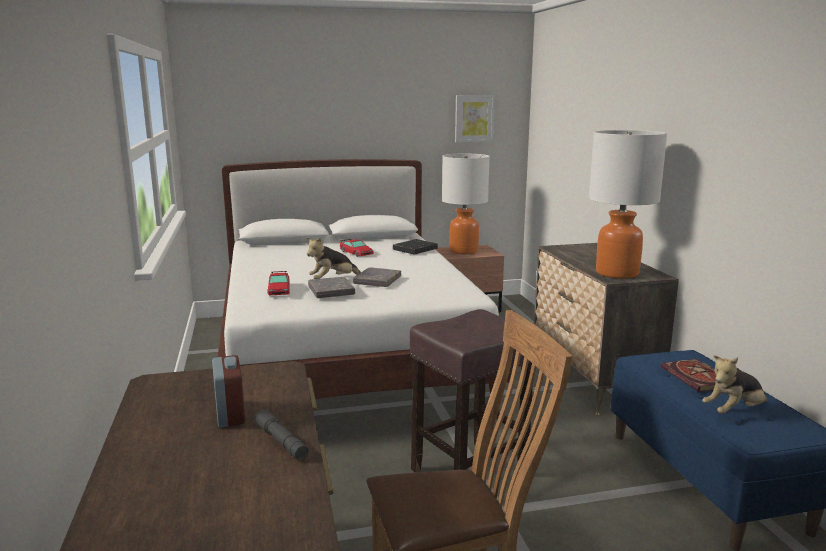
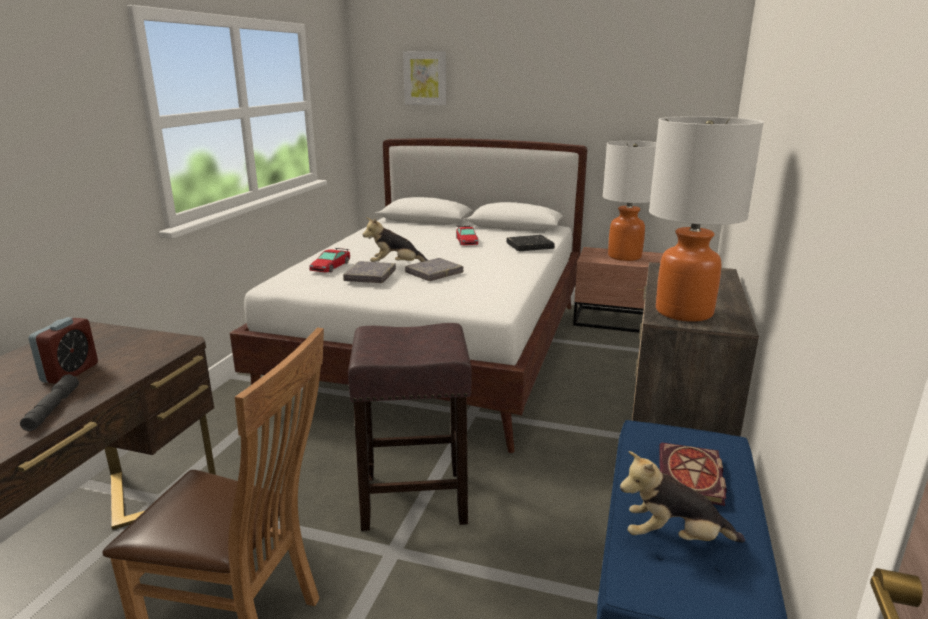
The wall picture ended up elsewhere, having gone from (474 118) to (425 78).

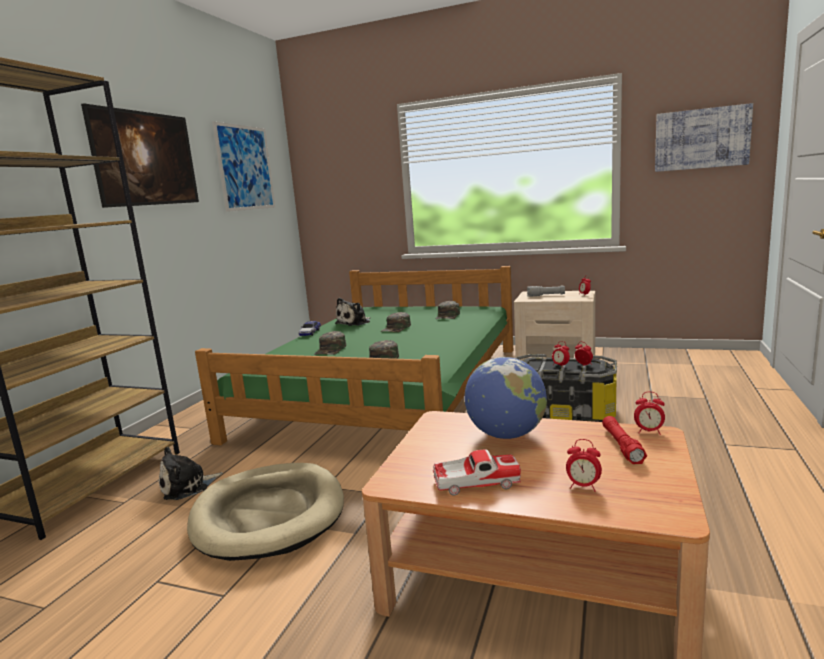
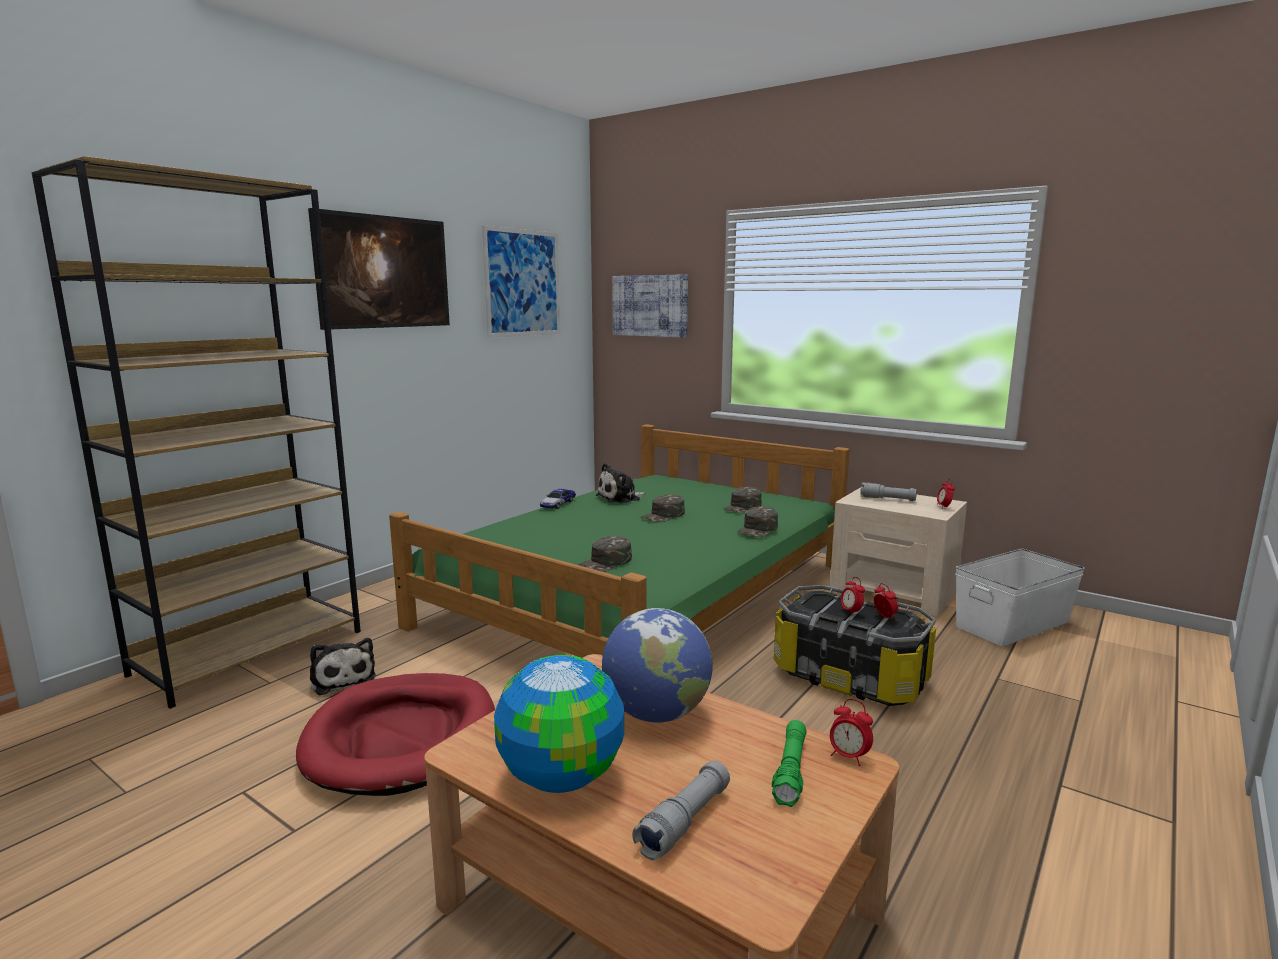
The second view gained the whitish storage container at (1013 624).
The green-coloured cap ended up elsewhere, having gone from (331 349) to (758 529).
The wall picture ended up elsewhere, having gone from (701 139) to (650 306).
Where the toy car stood at (476 482), the desk globe came to stand at (560 777).
Where the alarm clock stood at (583 486), the greyish hand torch came to stand at (684 821).
What was the beige-coloured pet bed at (269 515) turned into the red pet bed at (402 738).
What was the red hand torch at (622 446) turned into the green-coloured hand torch at (790 770).
The cuddly toy at (187 486) ended up facing another way, 105 degrees counterclockwise from before.

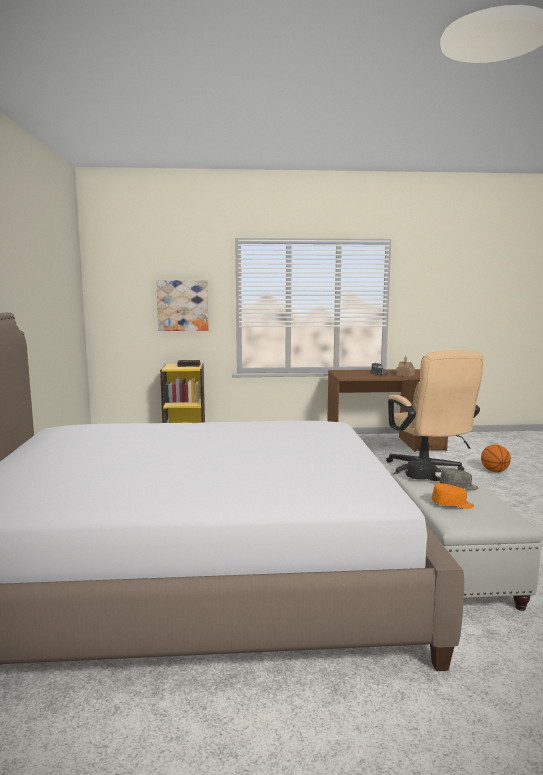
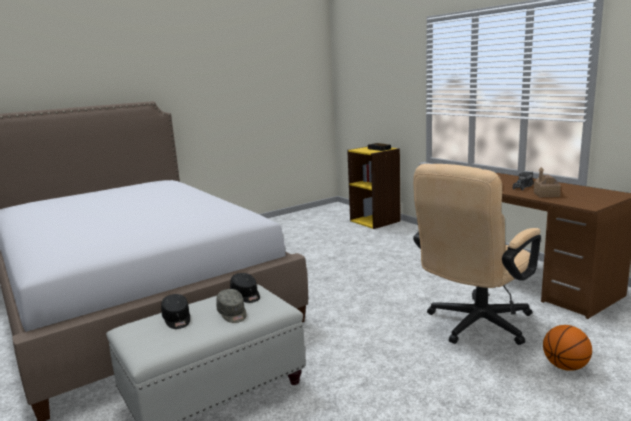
The second view lost the wall picture at (183 305).
What was the orangey cap at (452 504) turned into the black-coloured cap at (177 319).

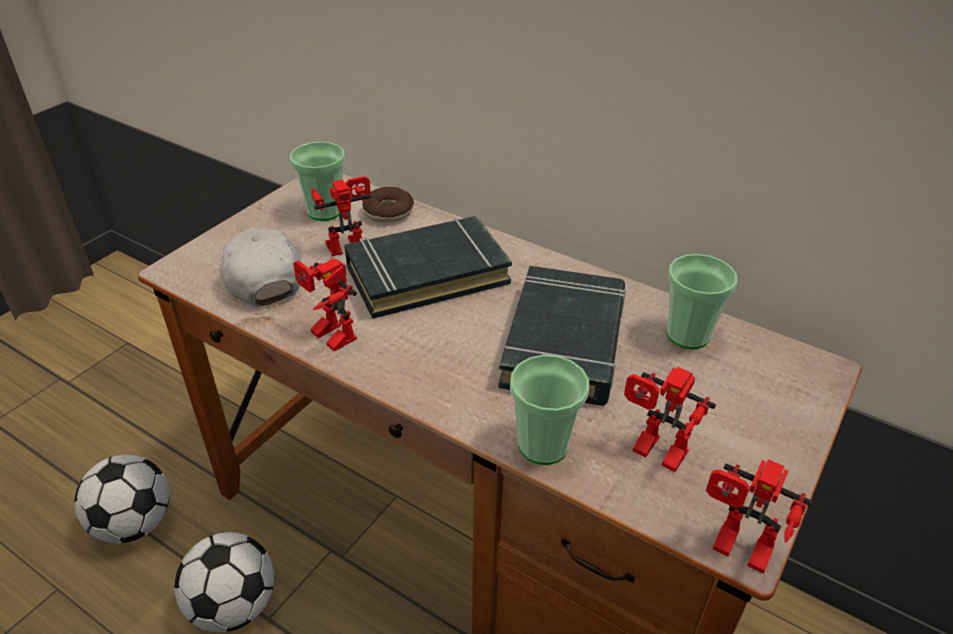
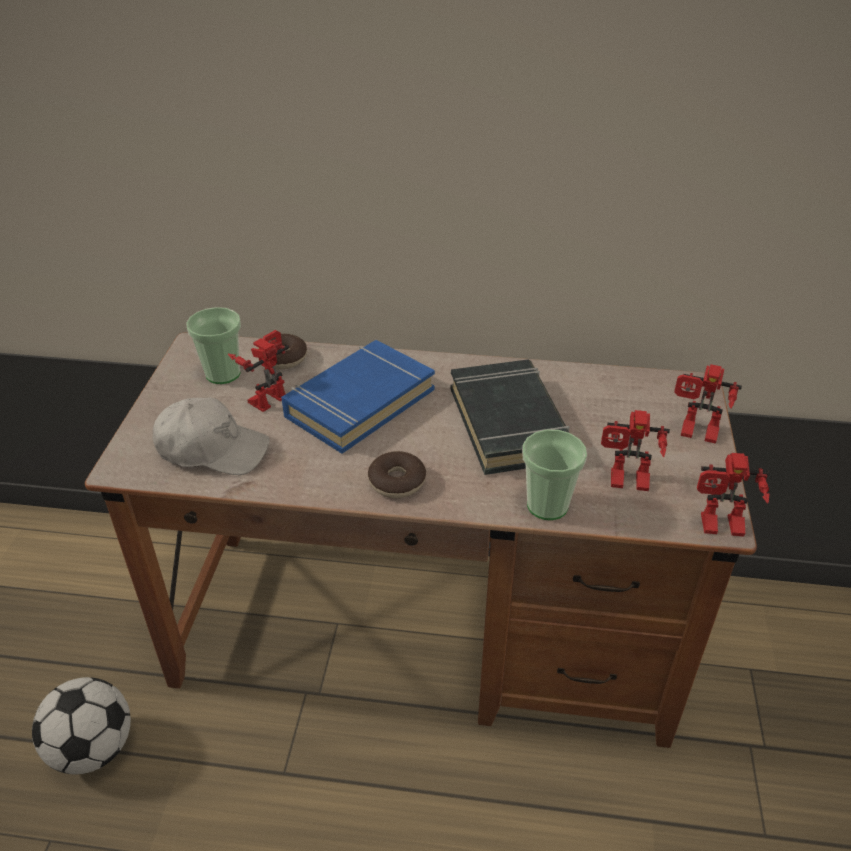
The second view lost the football at (234 606).
The second view lost the cup at (687 335).
The second view gained the donut at (397 481).
The toy robot ended up elsewhere, having gone from (327 336) to (695 434).
What was the black-coloured book at (427 274) turned into the blue-coloured book at (359 402).
The whitish cap at (261 277) ended up facing another way, 150 degrees clockwise from before.

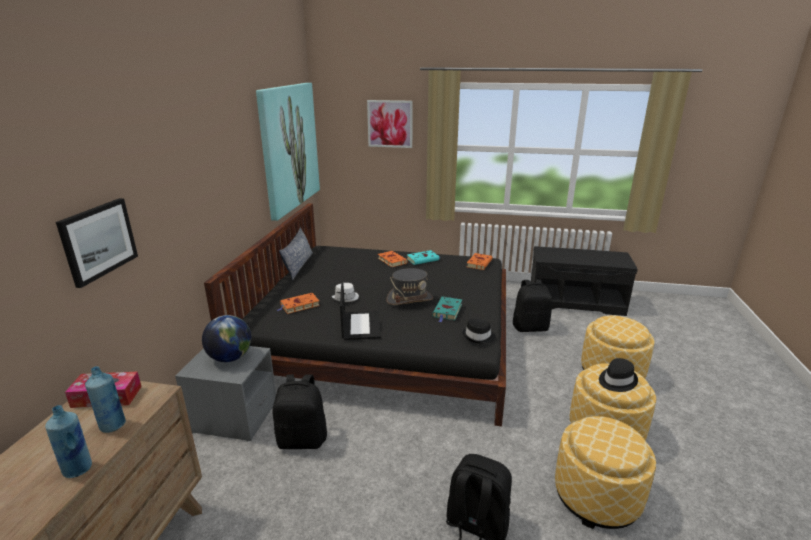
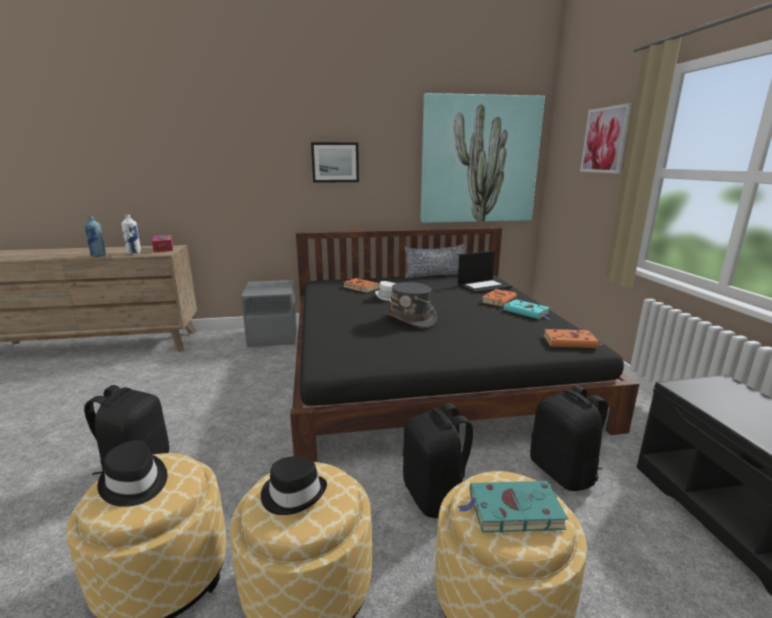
The second view lost the desk globe at (230 358).
The wall picture ended up elsewhere, having gone from (98 240) to (335 162).
The black-coloured rucksack ended up elsewhere, having gone from (302 439) to (435 496).
The laptop ended up elsewhere, having gone from (360 325) to (484 286).
The blue-green book ended up elsewhere, having gone from (447 311) to (512 511).
The black-coloured wearable hat ended up elsewhere, having gone from (479 337) to (134 483).
What was the blue-coloured bottle at (113 425) turned into the whitish bottle at (134 253).

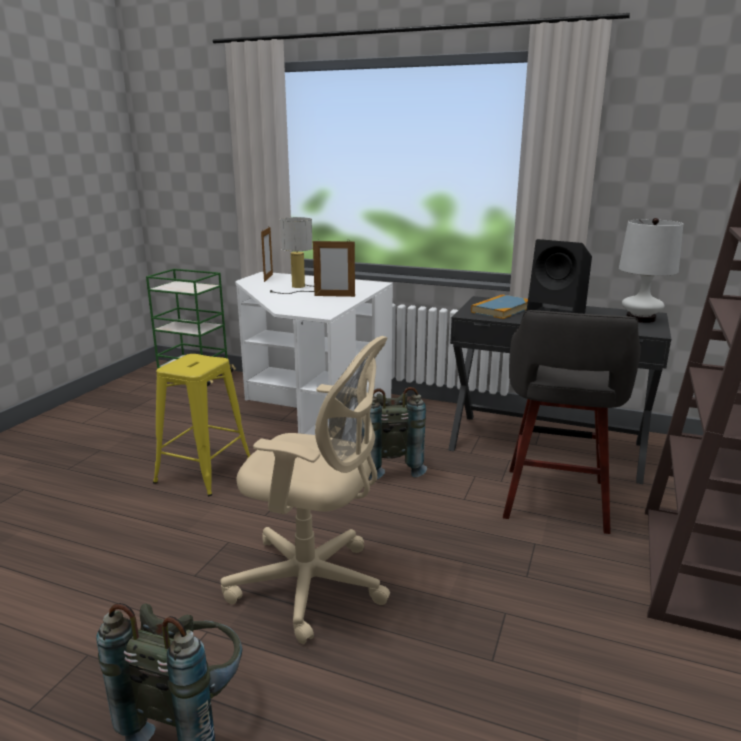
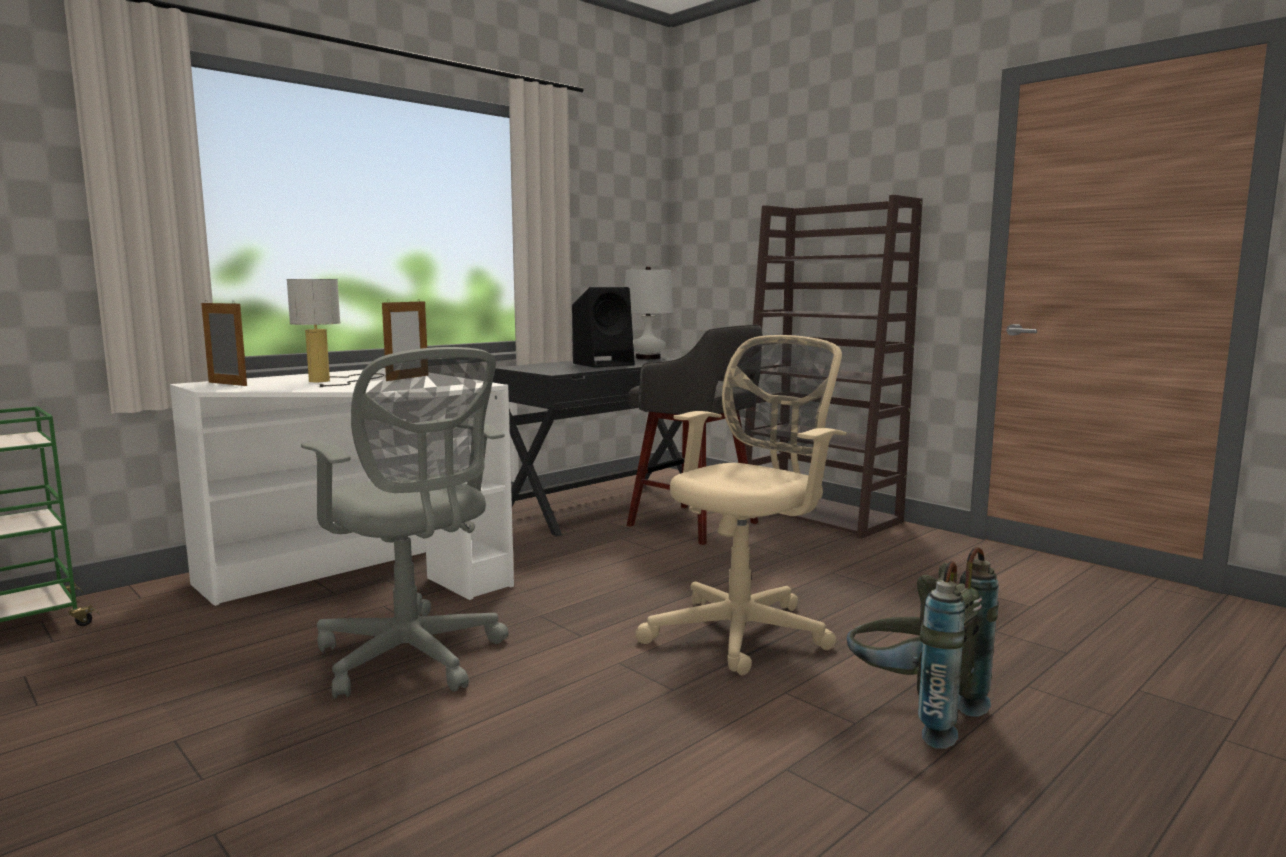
The second view lost the greyish rucksack at (389 466).
The second view lost the book at (501 309).
Where the yellow-coloured sitting stool stood at (204 472), the greyish desk chair came to stand at (413 658).

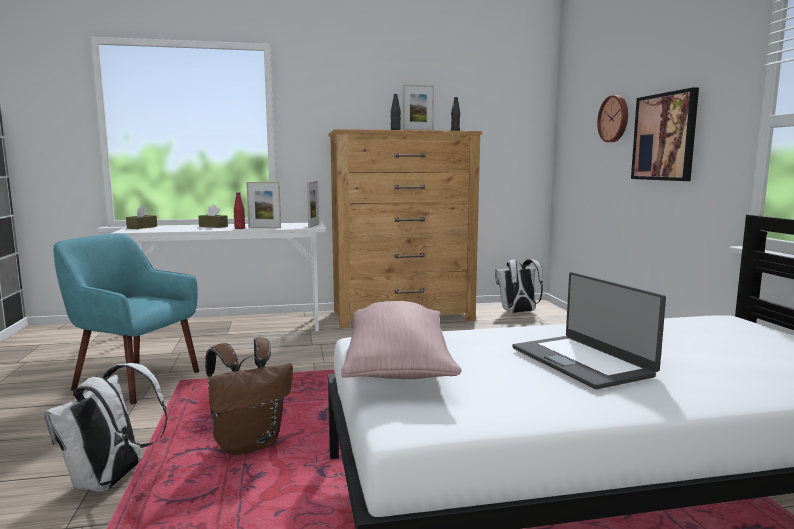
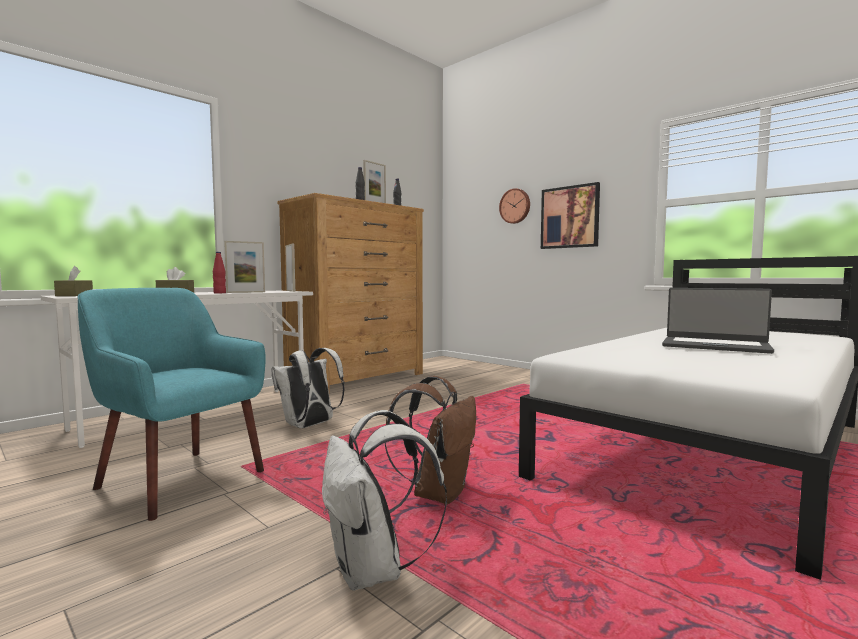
The second view lost the pink pillow at (398 366).
The whitish rucksack ended up elsewhere, having gone from (518 313) to (309 426).
The blue-green armchair at (135 380) ended up facing another way, 45 degrees clockwise from before.

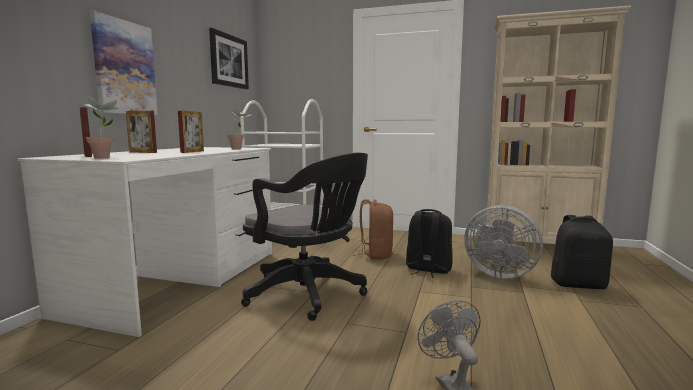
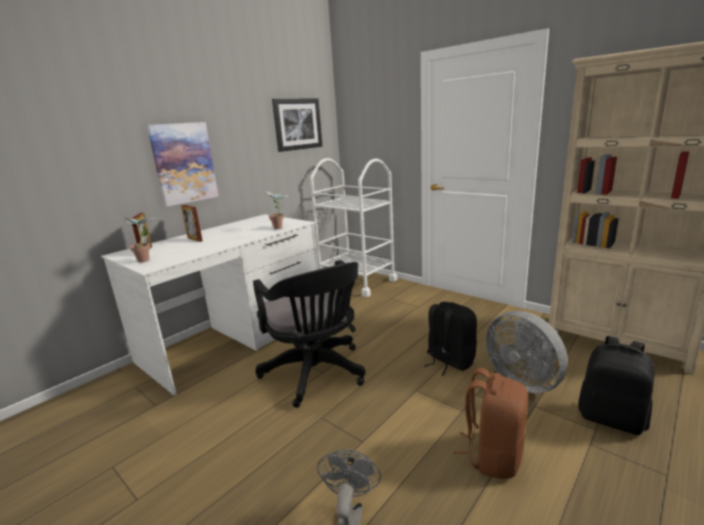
The second view lost the photo frame at (192 152).
The brown-coloured rucksack ended up elsewhere, having gone from (375 254) to (492 455).

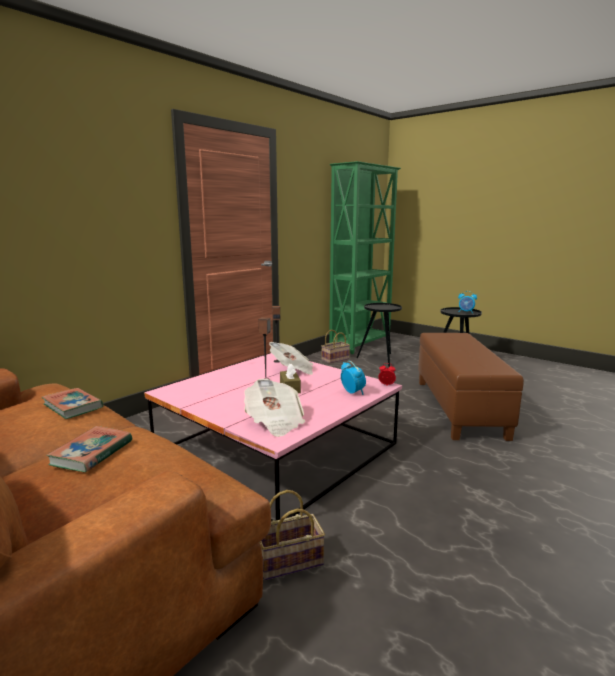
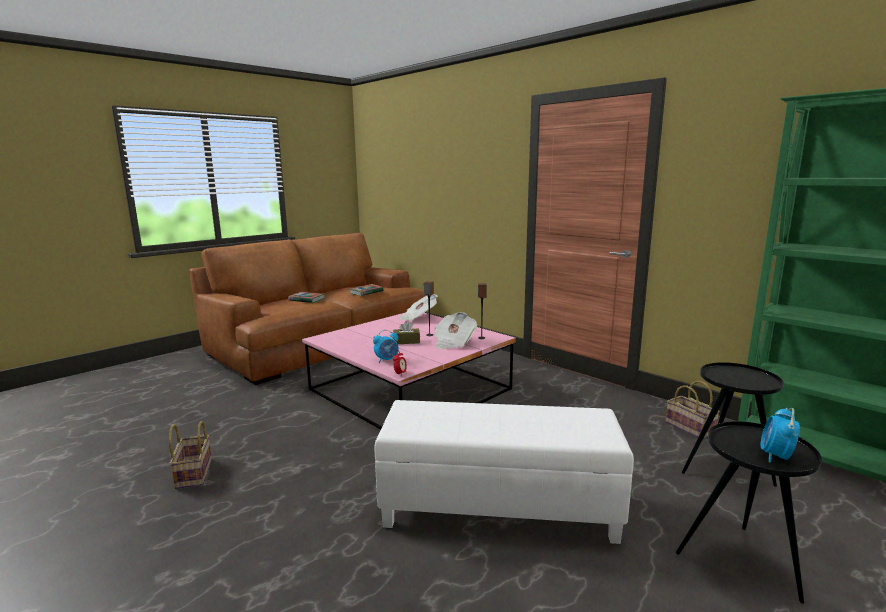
The newspaper ended up elsewhere, having gone from (274 422) to (418 318).
The household basket ended up elsewhere, having gone from (288 563) to (193 473).
What was the brown-coloured pouffe at (459 408) turned into the whitish pouffe at (498 508).

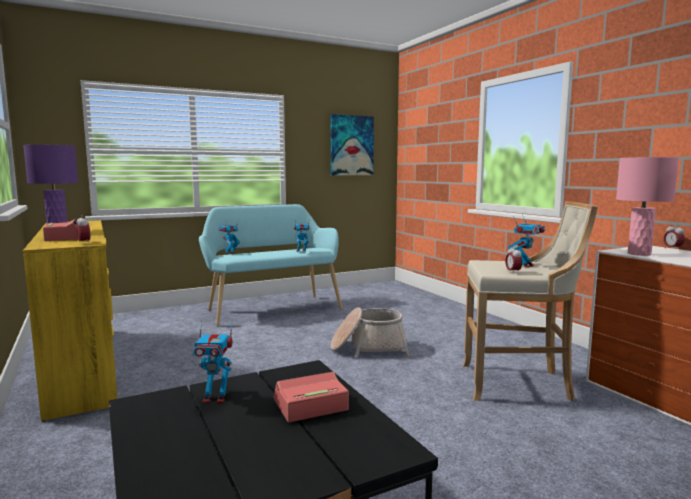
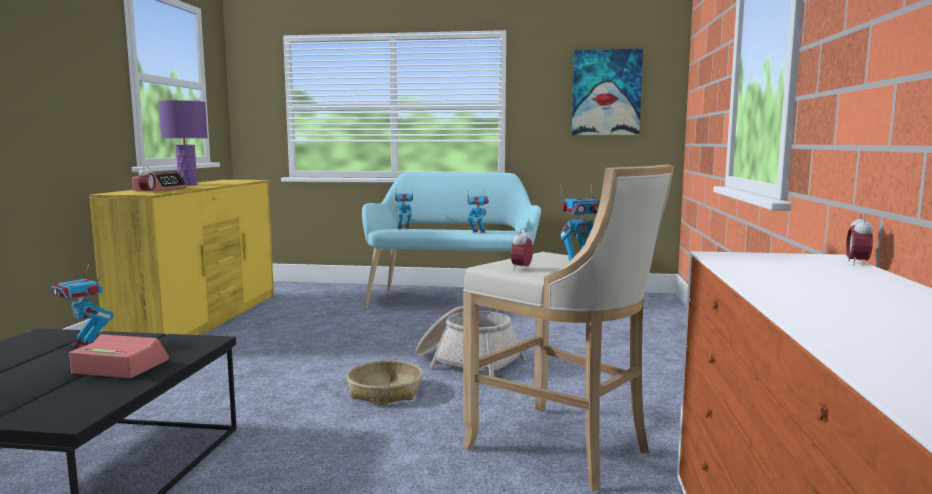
The second view lost the pink tabletop lamp at (639 254).
The second view gained the household basket at (385 392).

